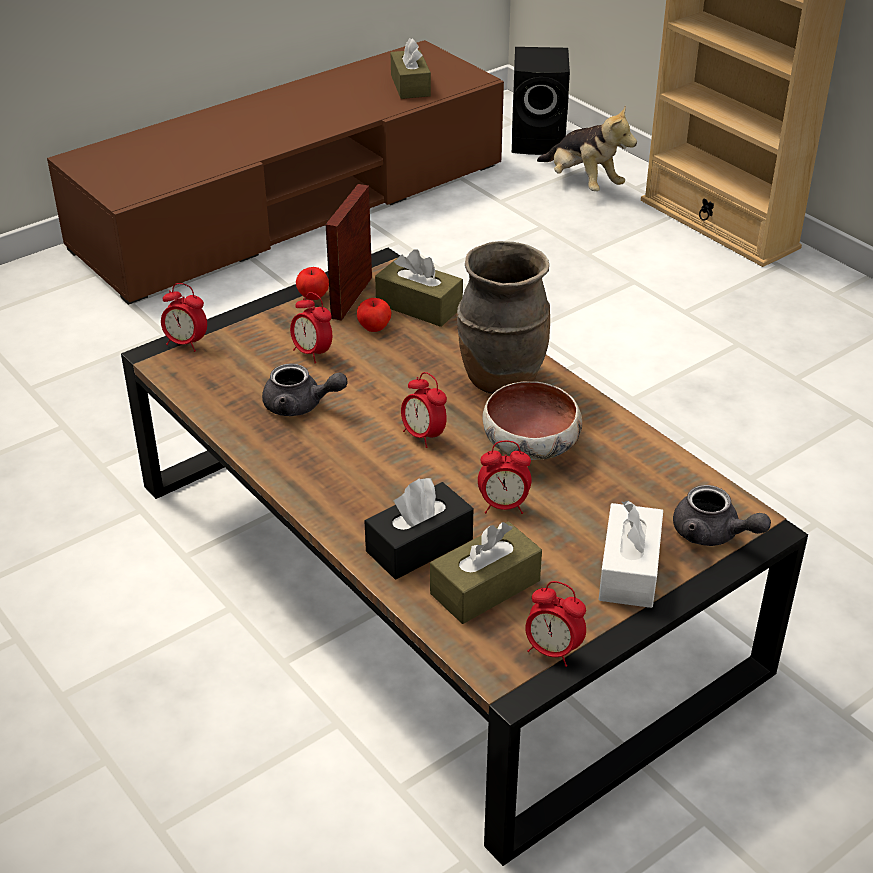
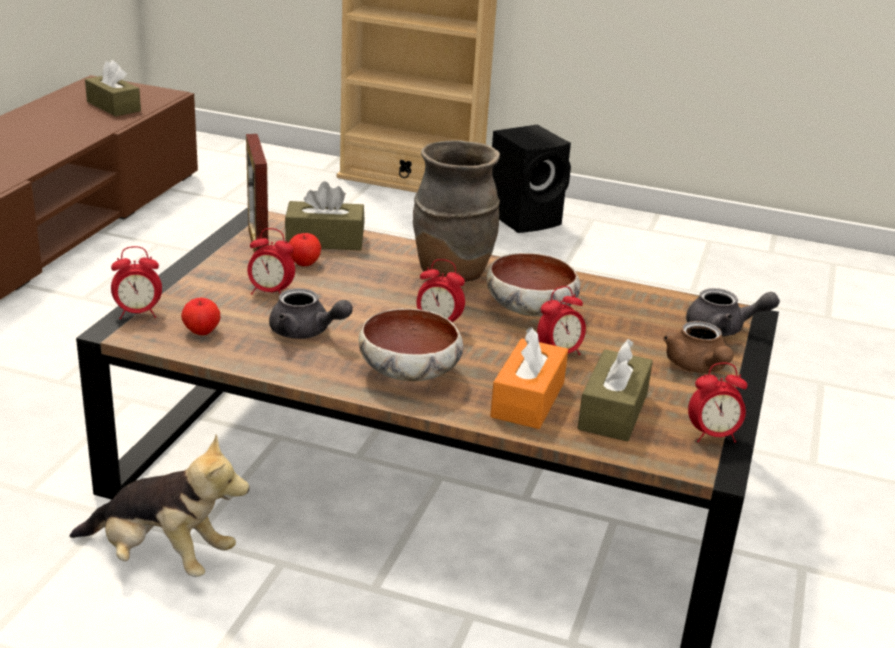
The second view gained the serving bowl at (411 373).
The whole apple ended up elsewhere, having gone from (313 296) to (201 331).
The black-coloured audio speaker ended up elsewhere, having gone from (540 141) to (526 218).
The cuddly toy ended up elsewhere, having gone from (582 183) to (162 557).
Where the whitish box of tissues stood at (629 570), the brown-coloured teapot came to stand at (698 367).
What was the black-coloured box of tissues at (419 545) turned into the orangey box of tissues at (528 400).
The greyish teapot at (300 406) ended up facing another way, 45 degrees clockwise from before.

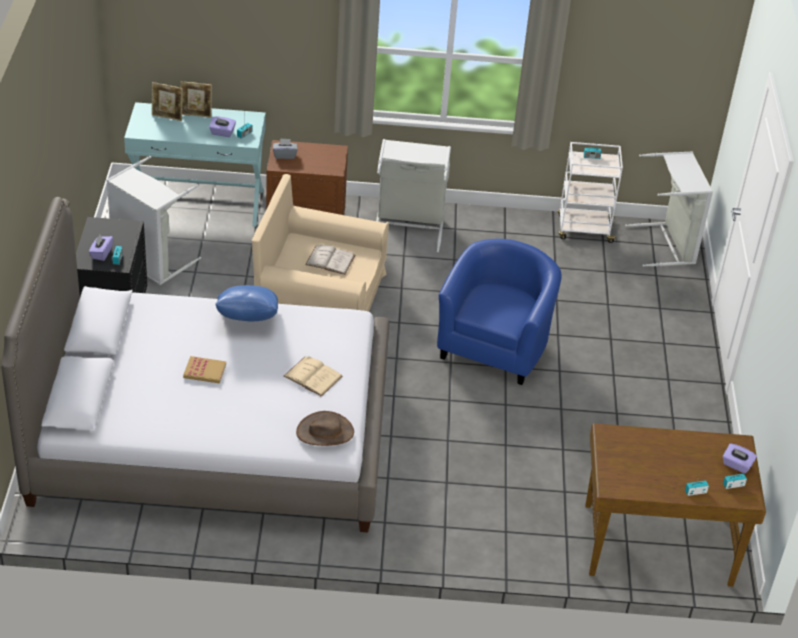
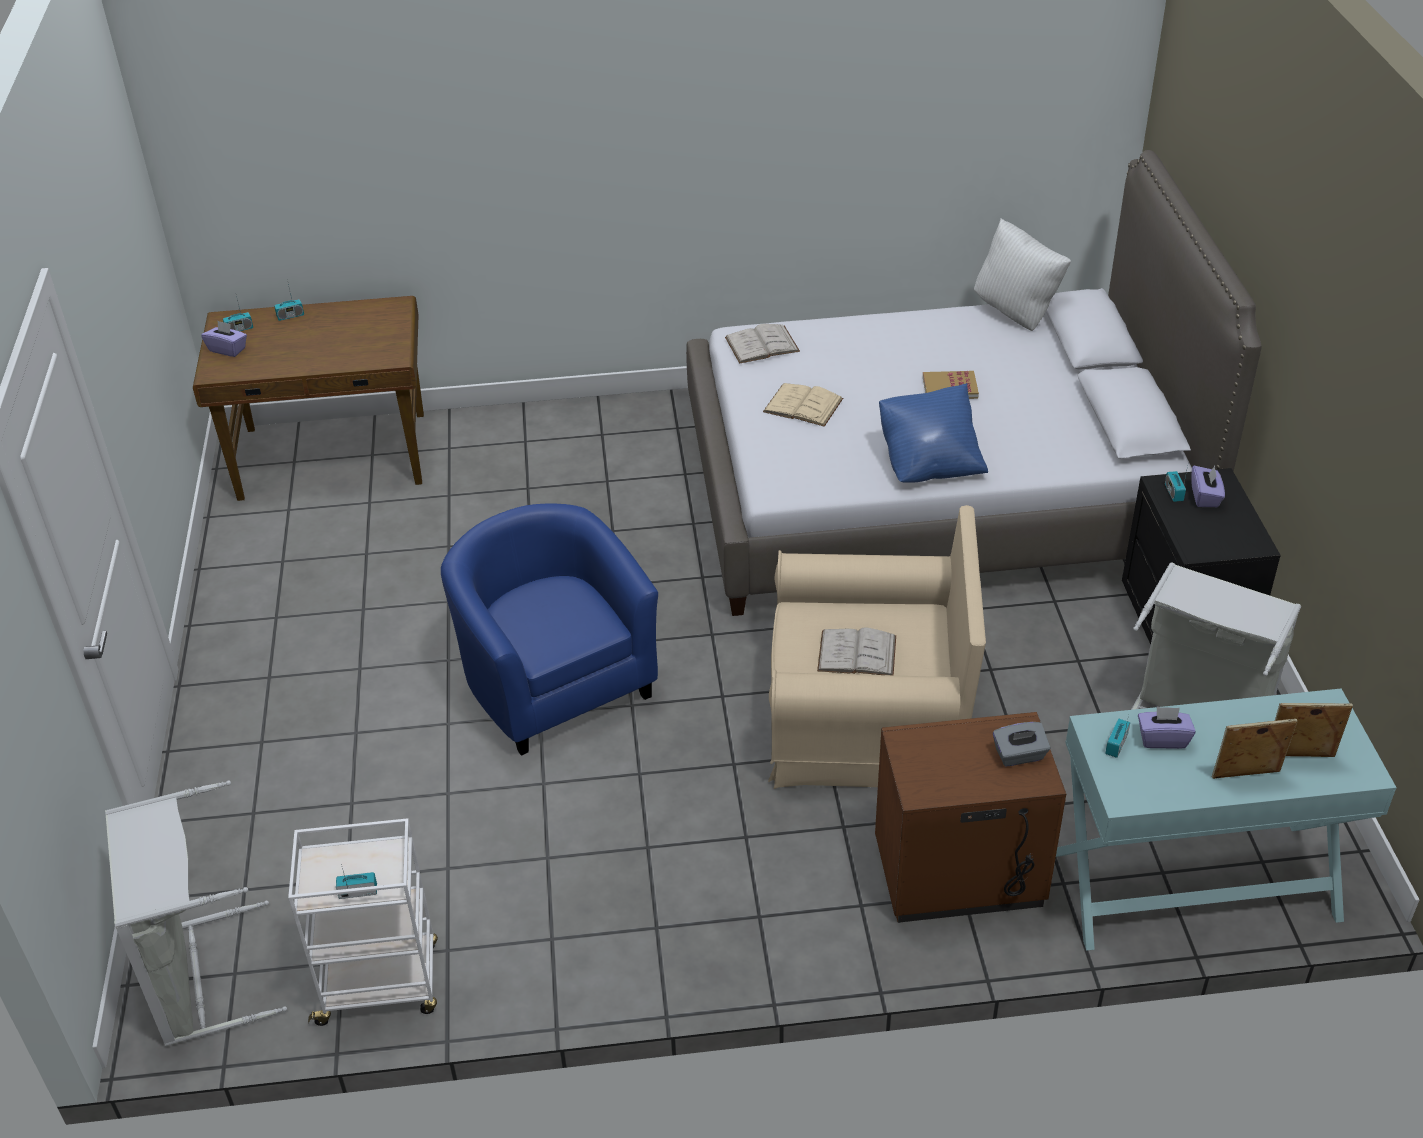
The second view lost the greyish washing basket at (409 227).
The second view gained the whitish pillow at (1016 313).
Where the brown-coloured wearable hat stood at (325 432), the whitish book came to stand at (762 344).
The blue-coloured armchair at (495 346) ended up facing another way, 135 degrees clockwise from before.

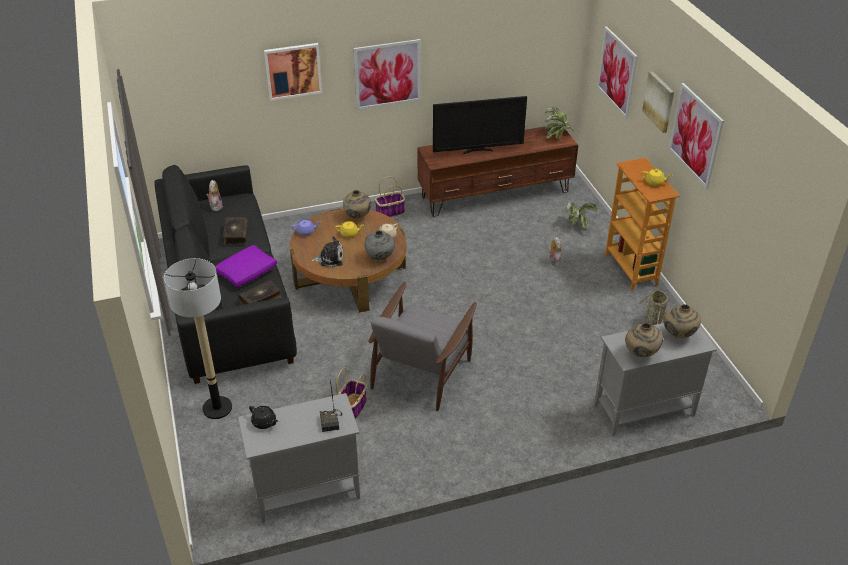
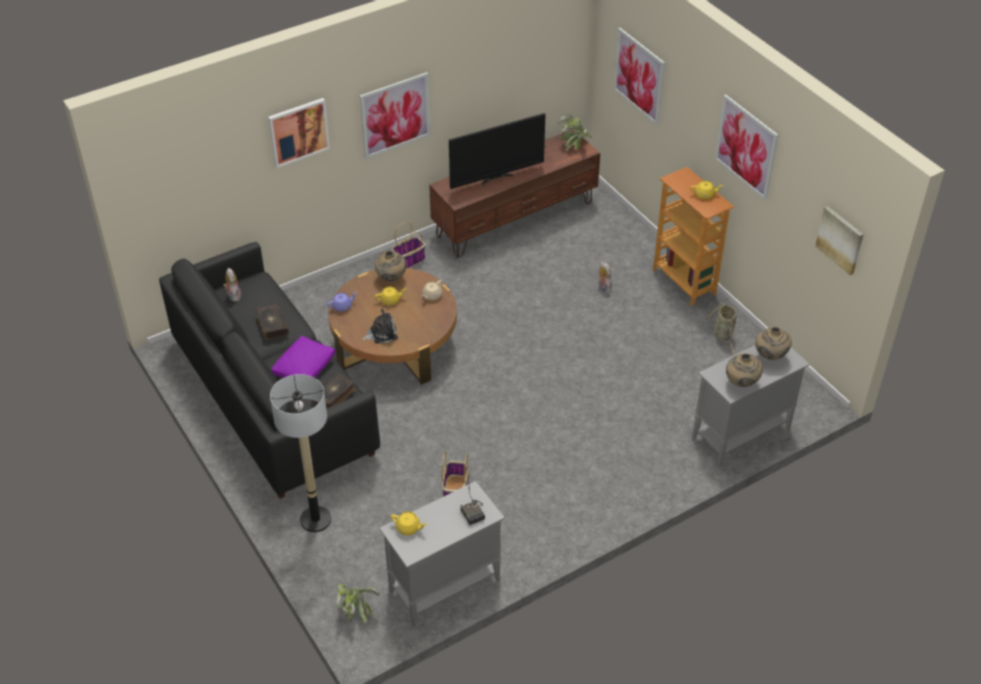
The second view lost the greyish vase at (380 258).
The second view lost the greyish armchair at (421 371).
The potted plant ended up elsewhere, having gone from (577 224) to (356 611).
The wall picture ended up elsewhere, having gone from (659 101) to (840 239).
What was the black-coloured teapot at (264 422) turned into the yellow-coloured teapot at (408 528).

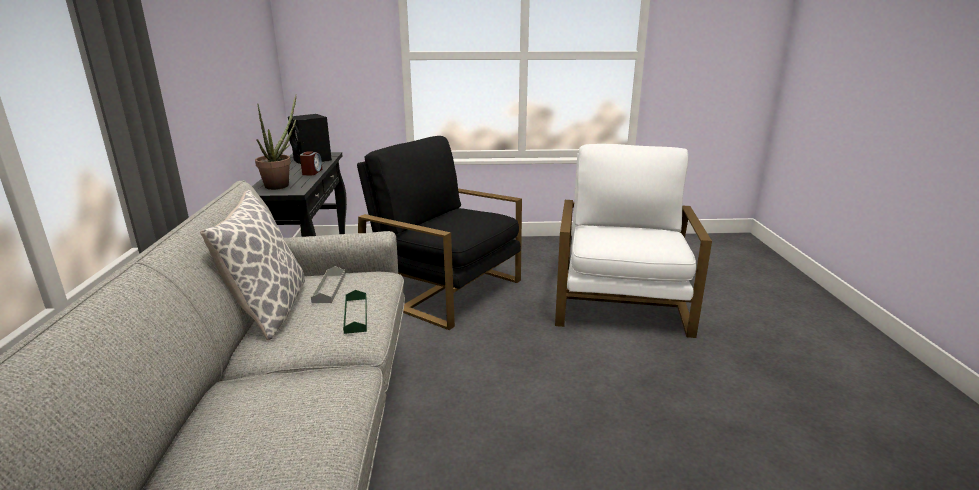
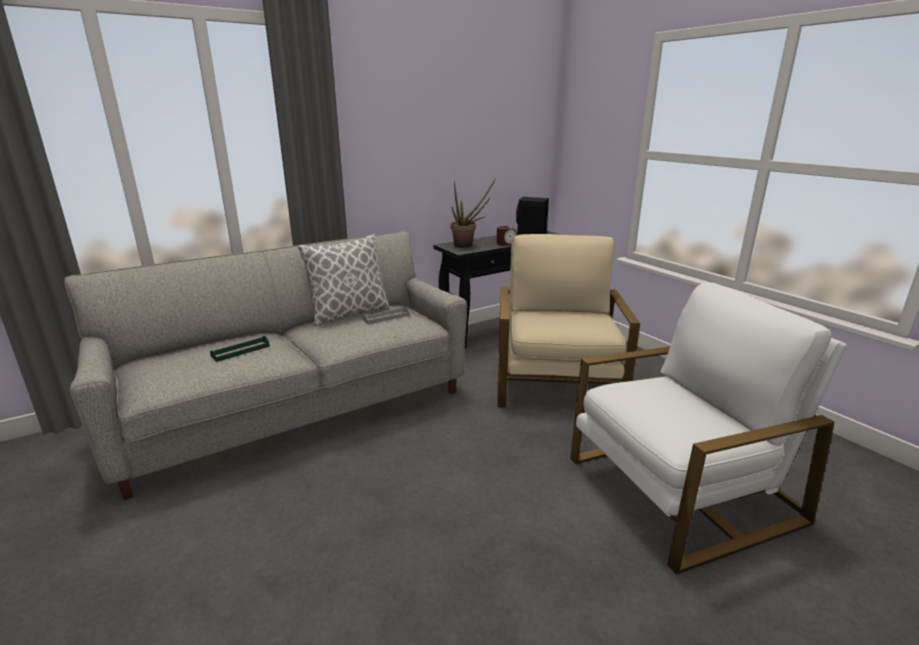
The green-coloured tray ended up elsewhere, having gone from (355 315) to (240 351).
What was the black-coloured armchair at (443 287) turned into the beige-coloured armchair at (557 381).

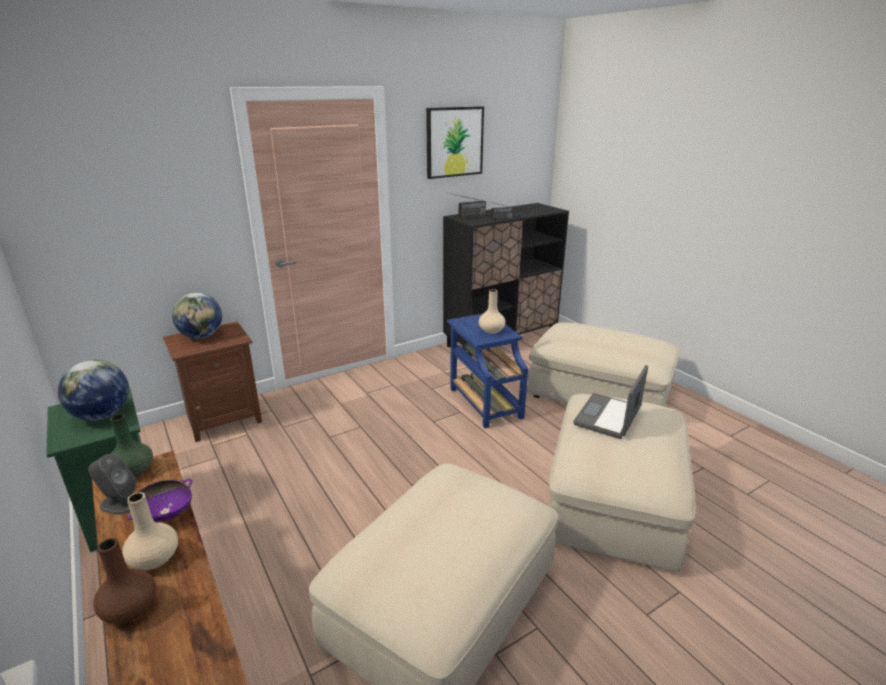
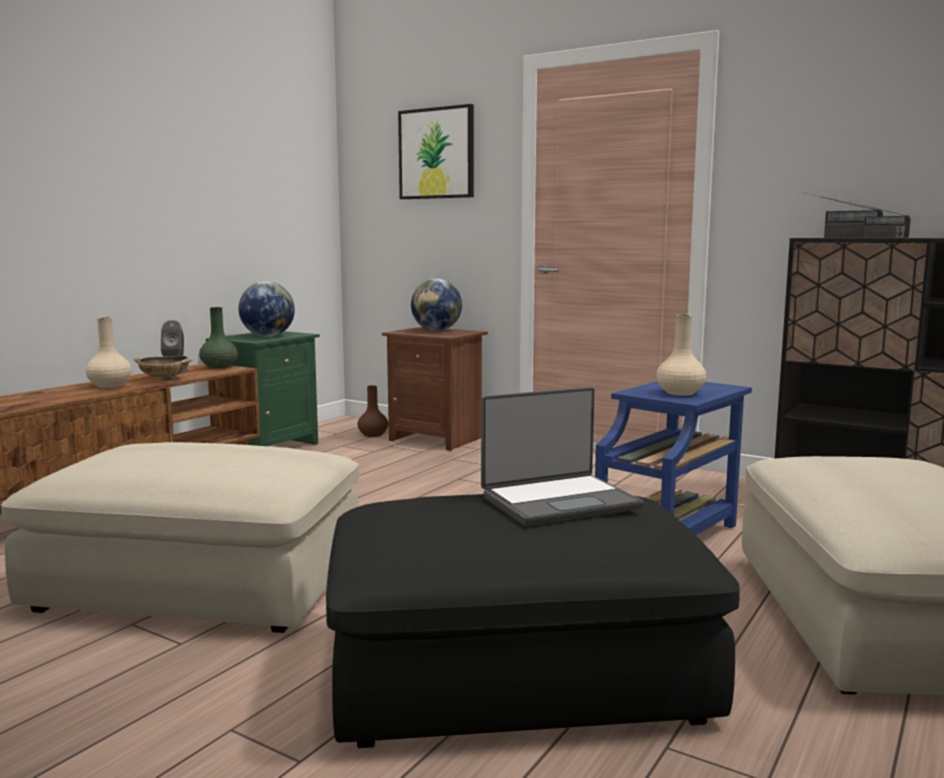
The brown-coloured vase ended up elsewhere, having gone from (129 610) to (372 435).
The wall picture ended up elsewhere, having gone from (454 142) to (437 153).
What was the purple-coloured serving bowl at (165 515) turned into the beige-coloured serving bowl at (165 379).
What was the beige-coloured pouffe at (614 500) turned into the black-coloured pouffe at (514 674).
The laptop at (608 417) ended up facing another way, 150 degrees clockwise from before.

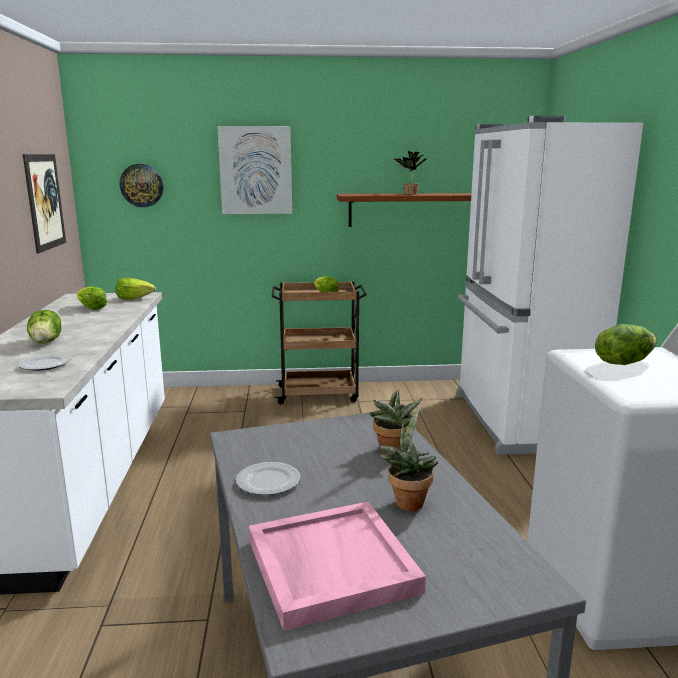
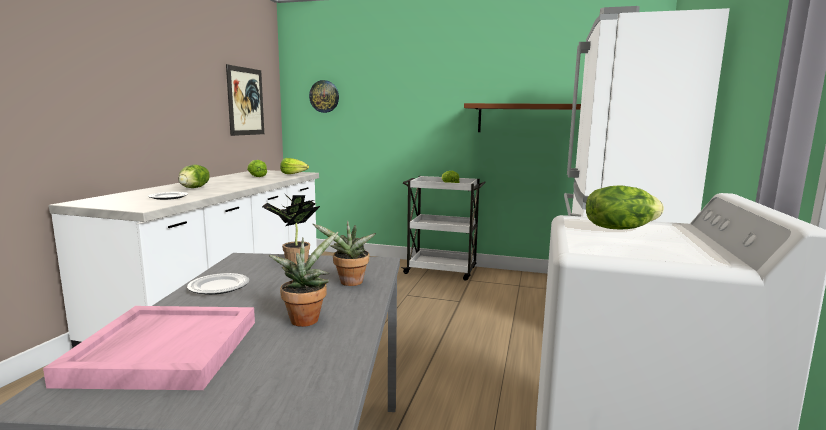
The second view lost the wall picture at (256 170).
The potted plant ended up elsewhere, having gone from (409 194) to (293 261).
What was the brown-coloured cart at (319 394) turned into the whitish cart at (442 271).

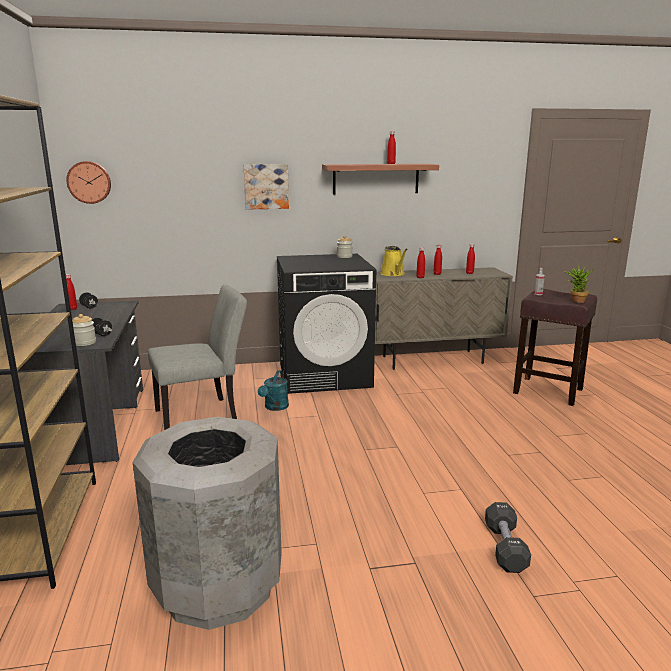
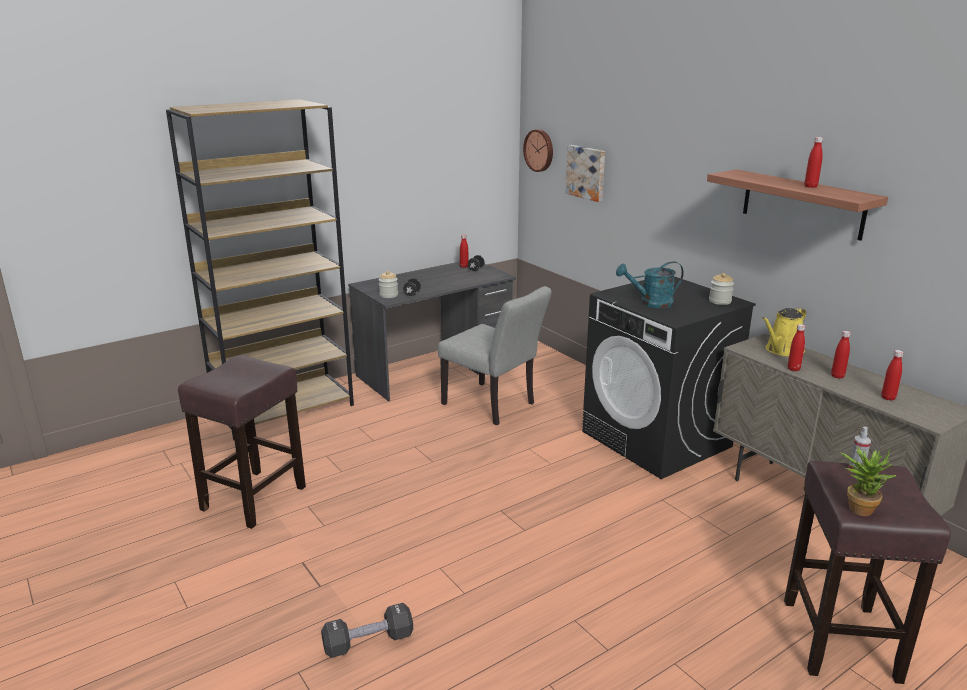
The wall picture ended up elsewhere, having gone from (266 186) to (587 172).
The blue-green watering pot ended up elsewhere, having gone from (275 407) to (651 303).
Where the greyish rubbish bin stood at (217 586), the brown-coloured sitting stool came to stand at (255 497).

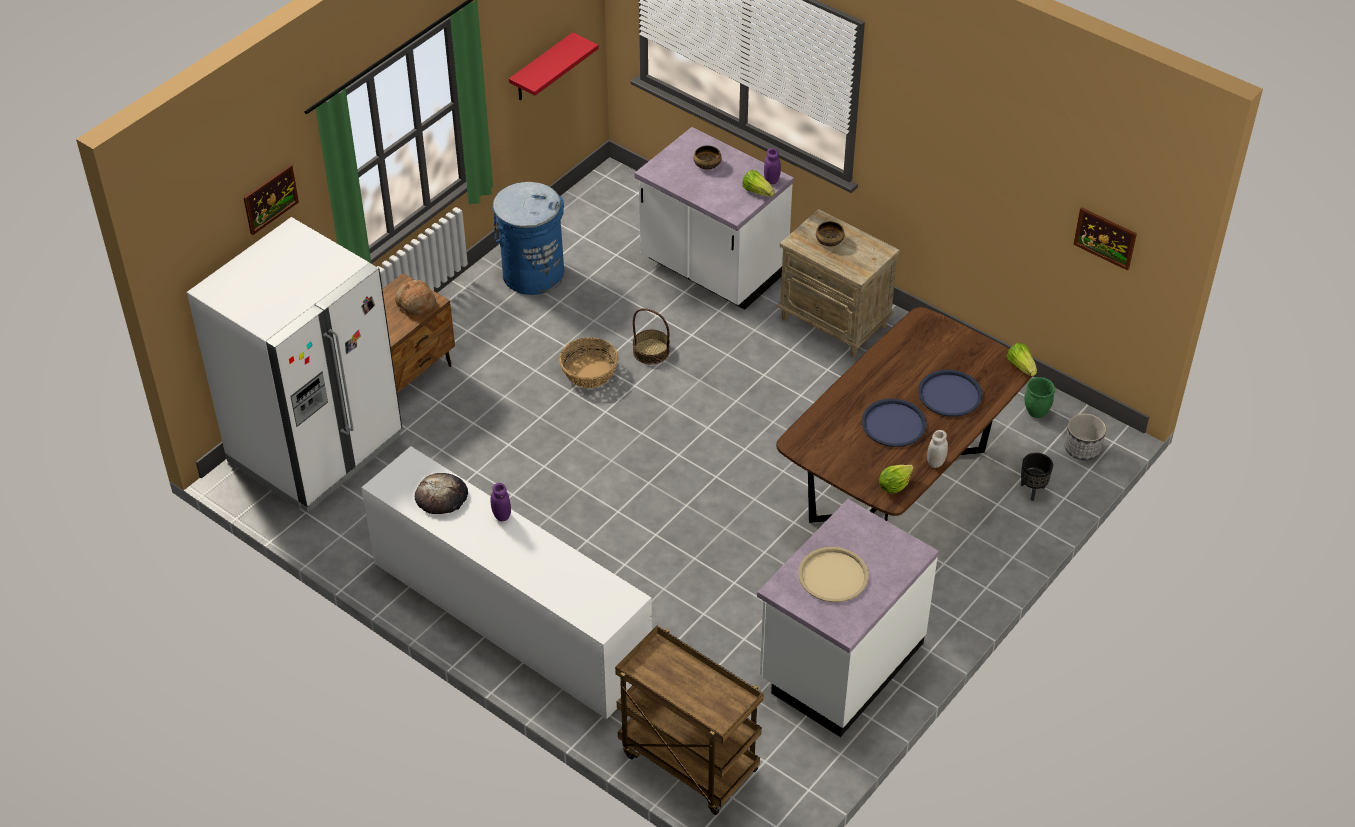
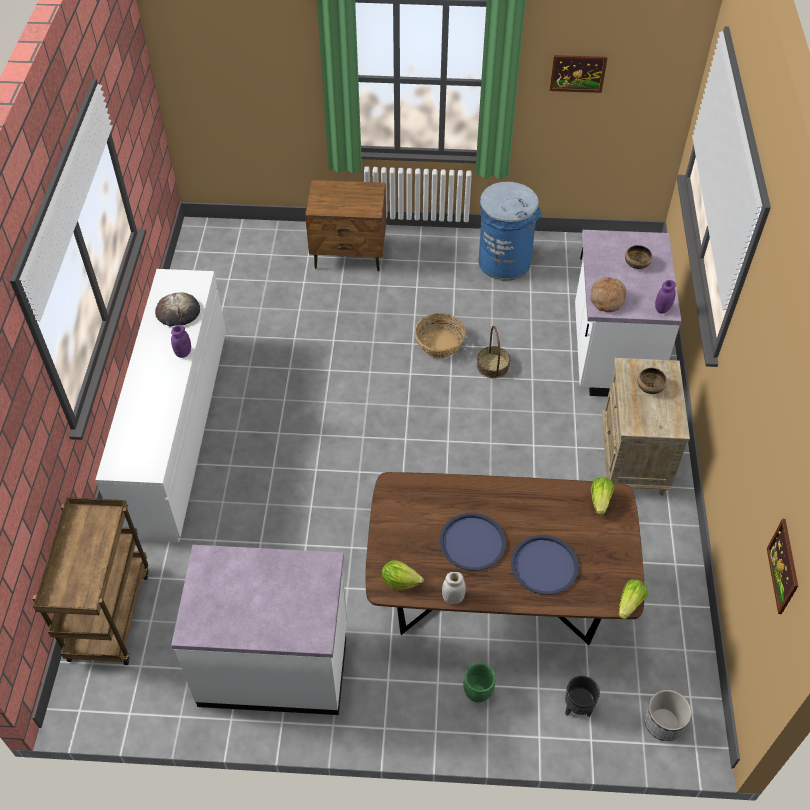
The second view lost the whitish fridge at (316 449).
The second view lost the red bracket shelf at (541 68).
The second view lost the beige-coloured tray at (833 576).
The wall picture ended up elsewhere, having gone from (270 199) to (577 73).
The baked bread ended up elsewhere, having gone from (416 303) to (606 299).
The lettuce head ended up elsewhere, having gone from (757 191) to (600 500).
The green-coloured flower pot ended up elsewhere, having gone from (1036 412) to (478 694).

